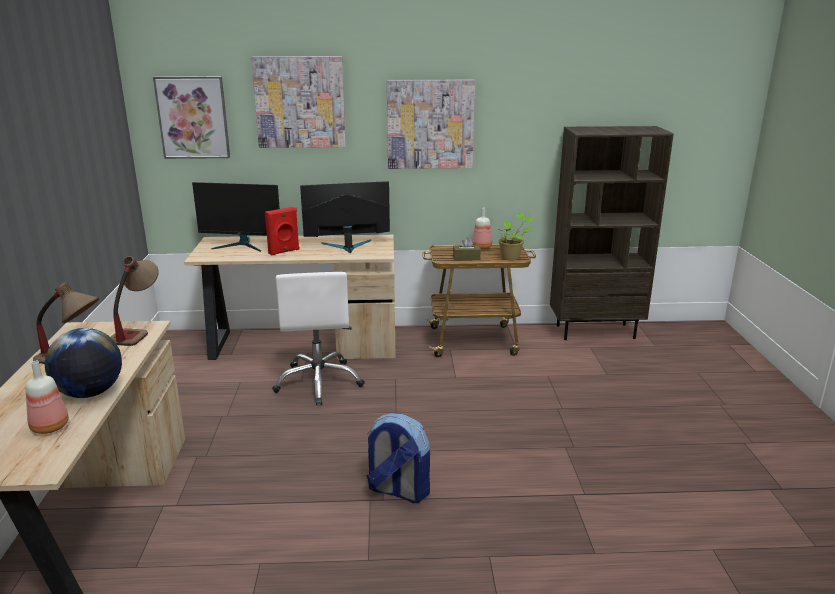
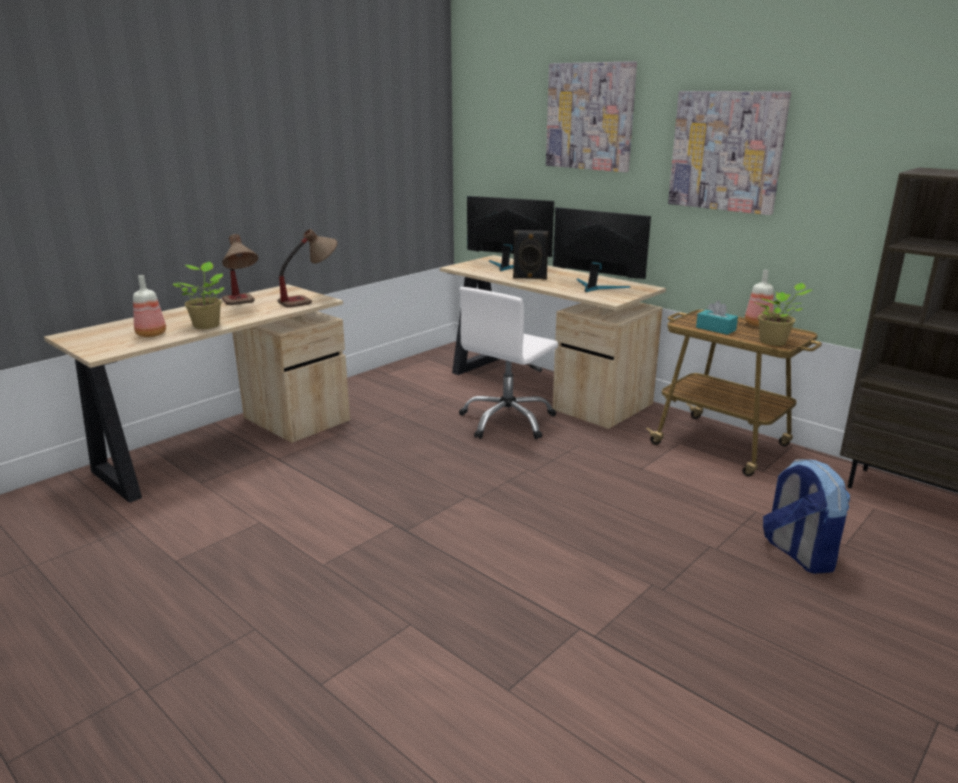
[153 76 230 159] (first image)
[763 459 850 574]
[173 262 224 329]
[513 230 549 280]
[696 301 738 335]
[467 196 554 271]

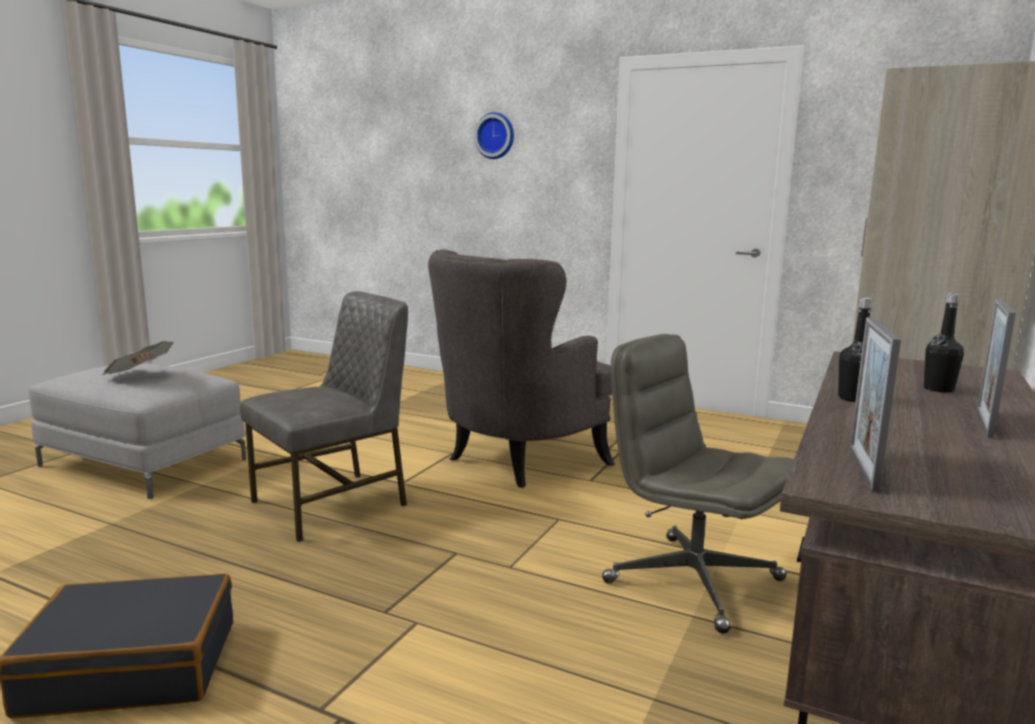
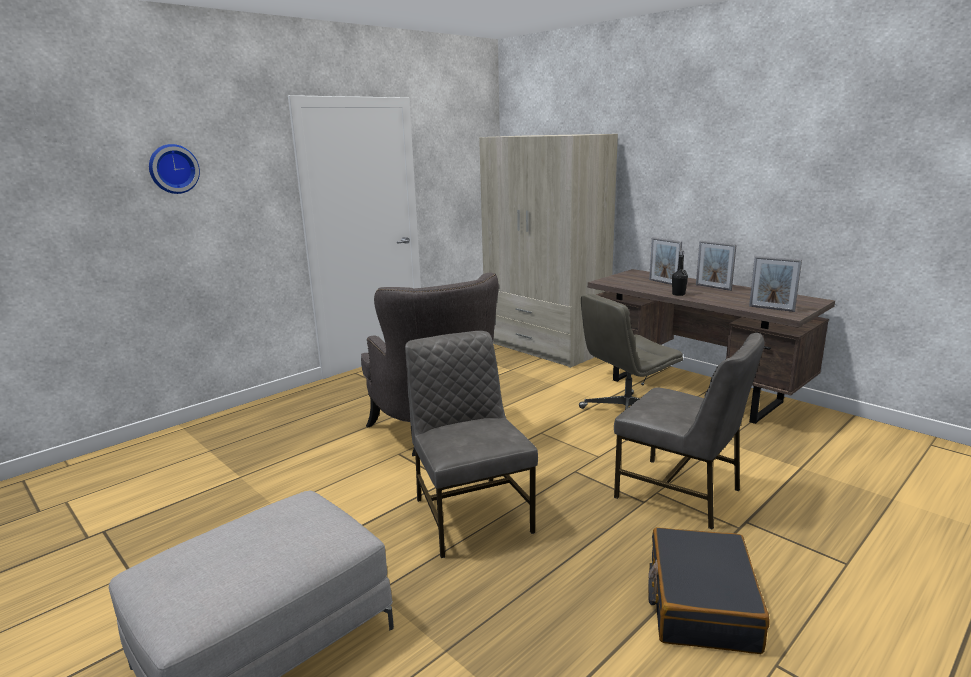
[101 341 174 375] (first image)
[614 333 765 530]
[649 237 682 285]

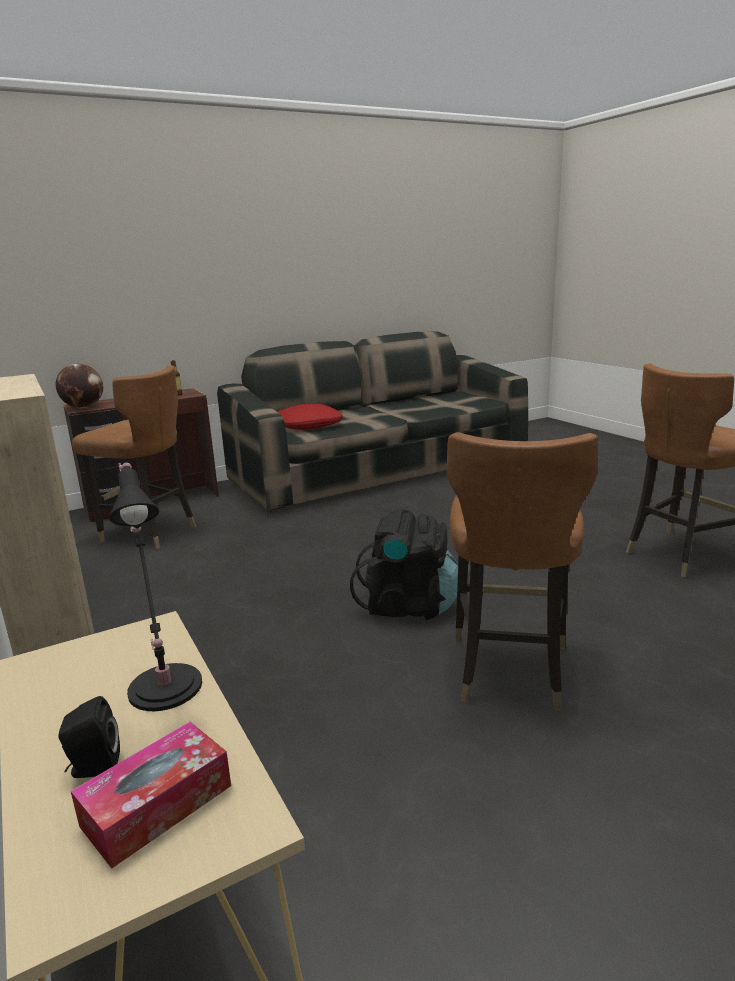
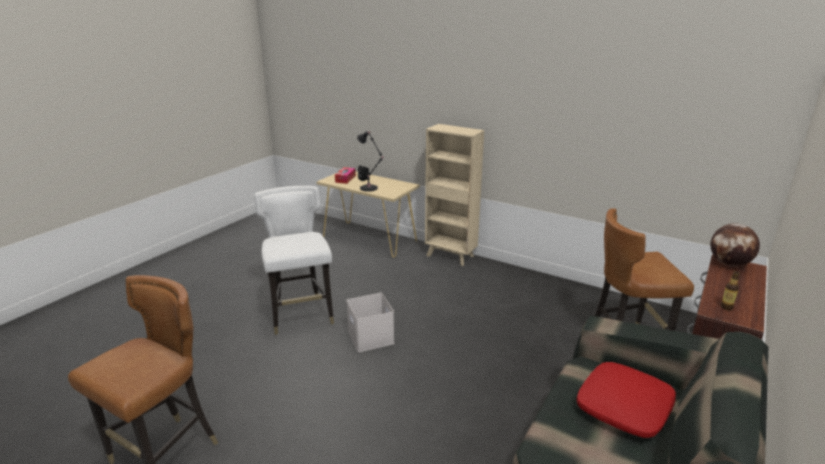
[347 293 394 352]
[254 186 334 335]

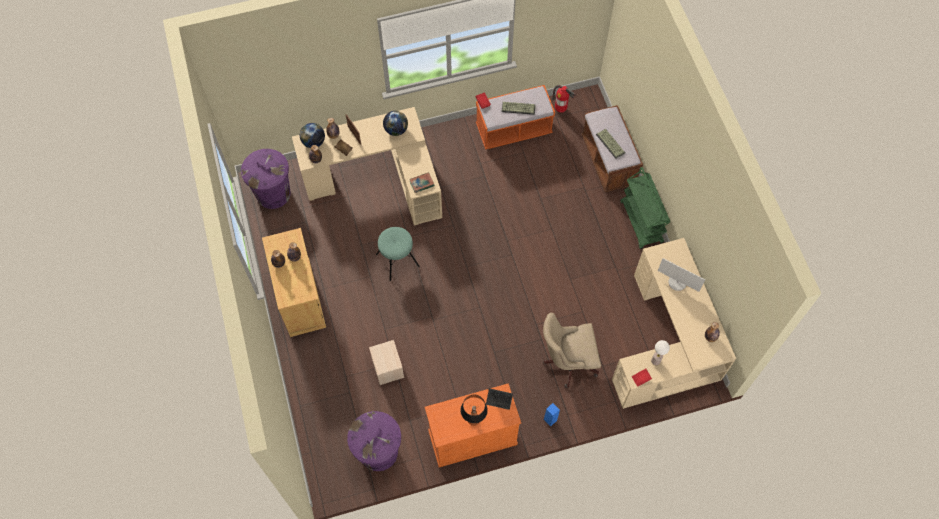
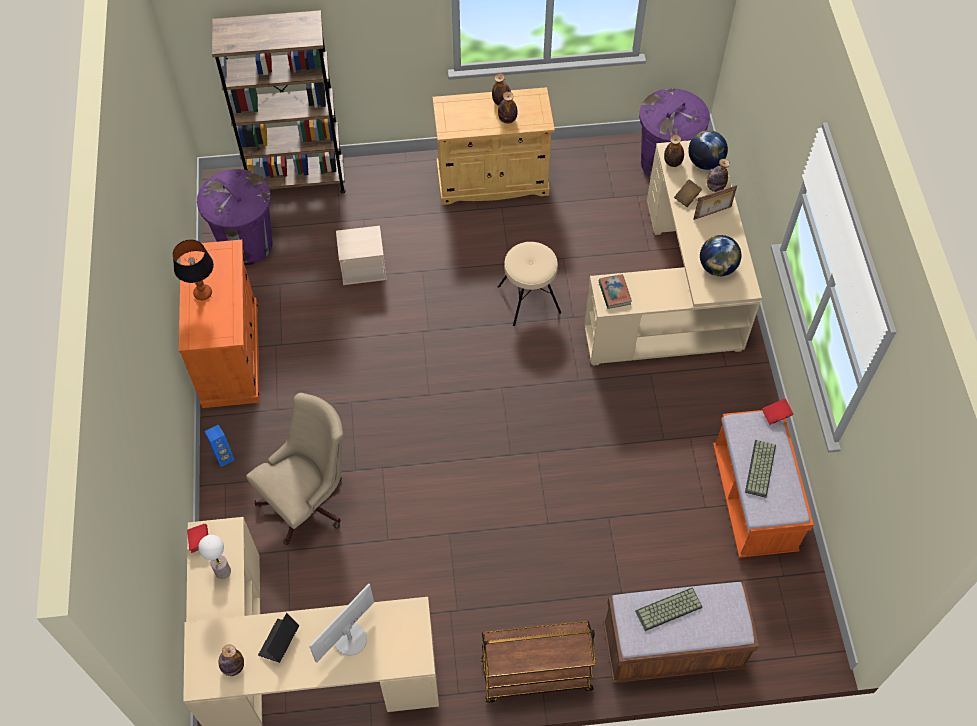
[552 85 576 113] (first image)
[212 10 346 193]
[258 613 299 663]
[498 242 561 326]
[481 621 596 703]
[246 393 344 545]

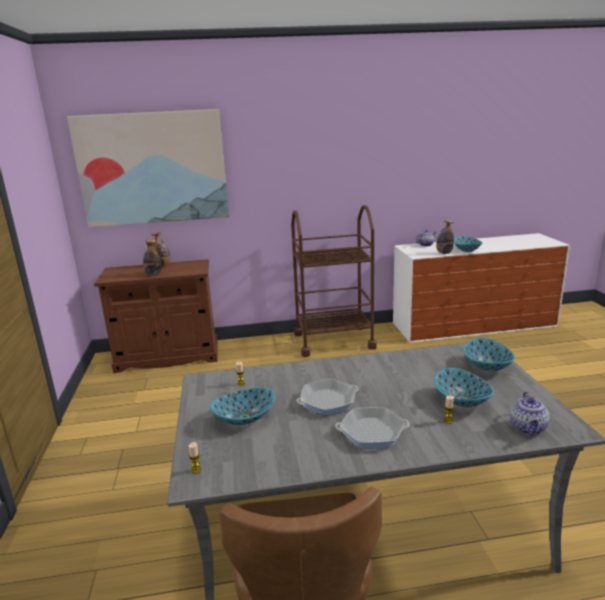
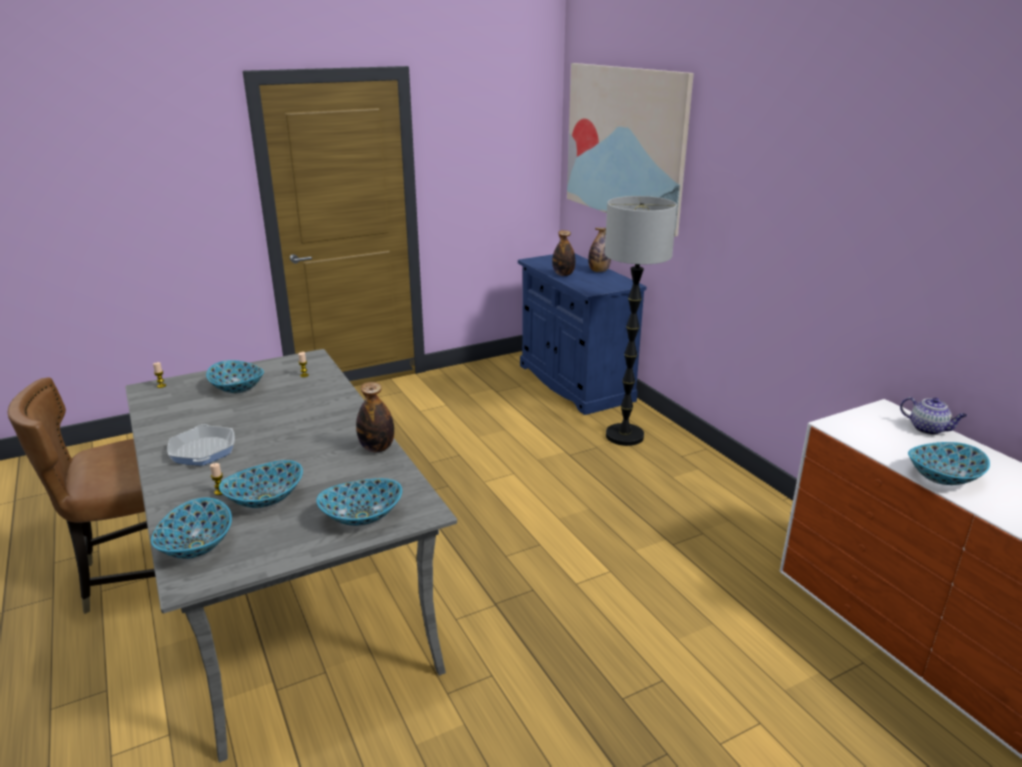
[291 205 377 357] (first image)
[296 379 359 416] (first image)
[605 196 677 446]
[356 382 394 452]
[151 498 232 559]
[518 254 647 415]

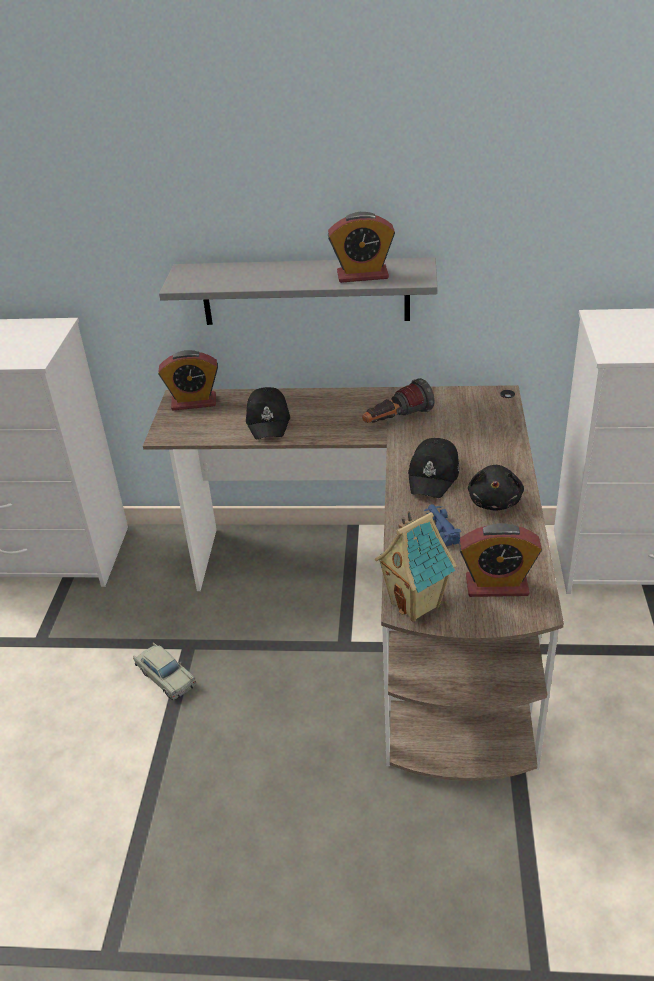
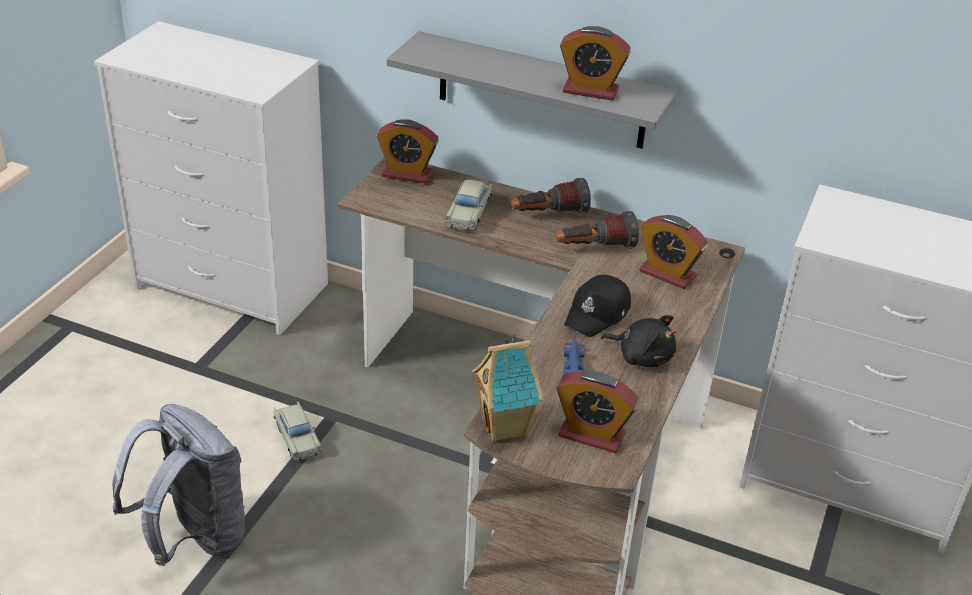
[112 404 245 566]
[511 178 591 214]
[639 215 708 289]
[445 180 492 231]
[601 315 676 367]

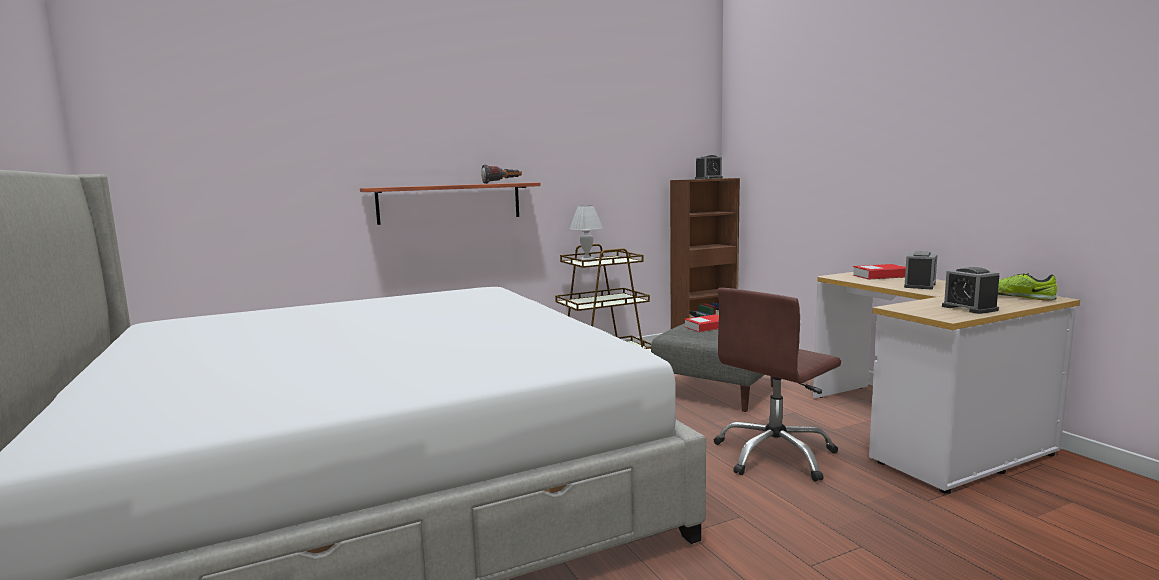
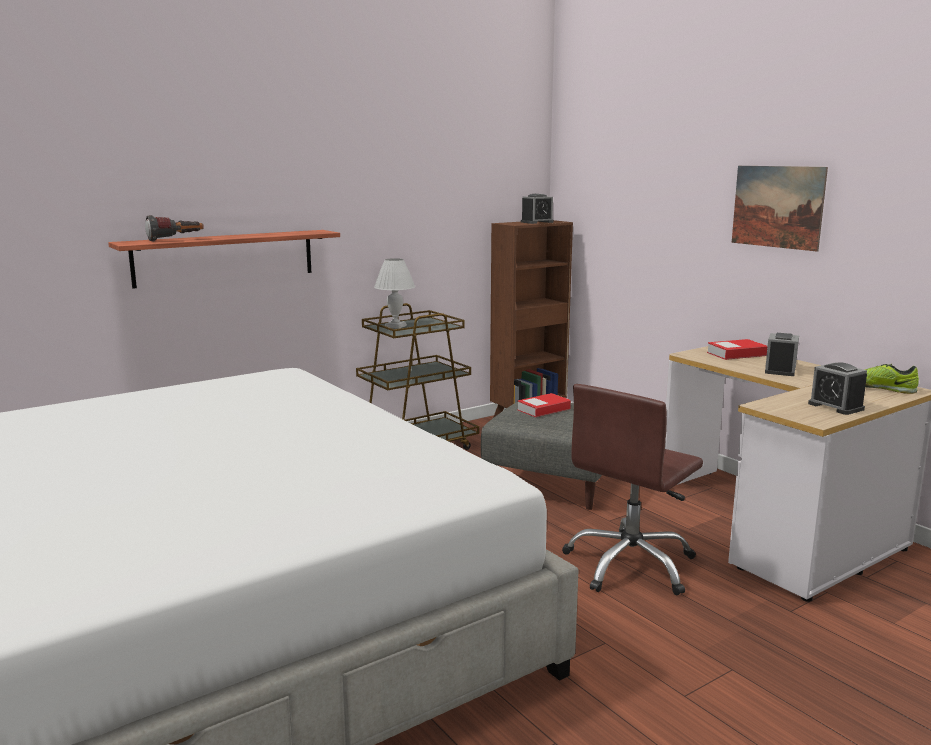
[732 166 828 251]
[145 215 204 241]

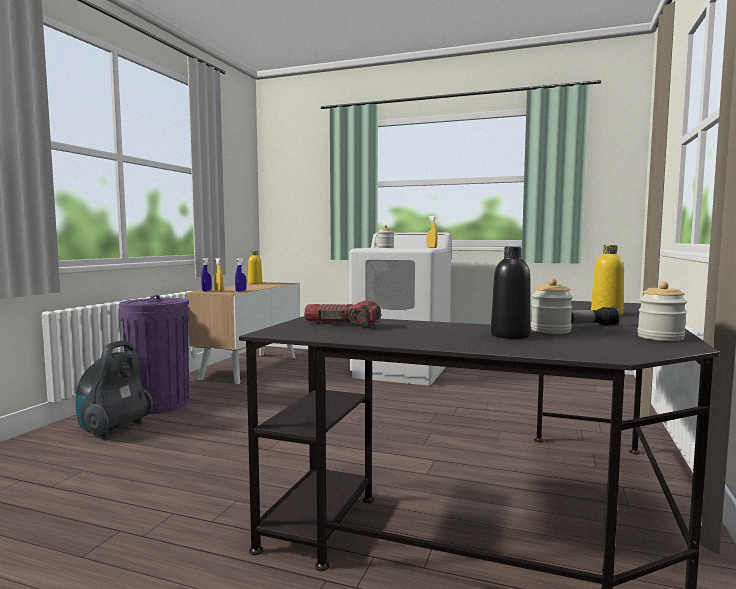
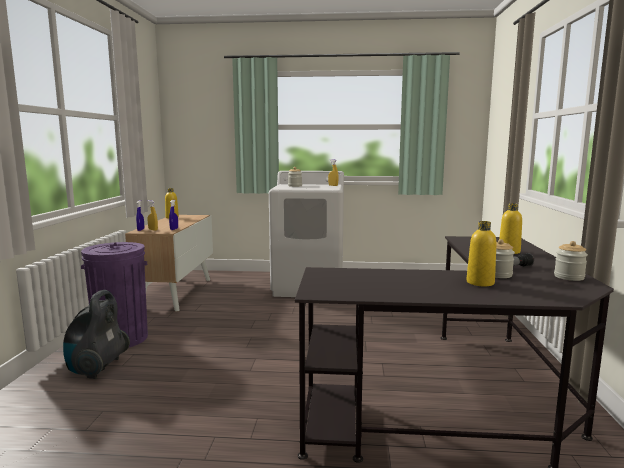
[304 301 381 327] (first image)
[466 221 497 286]

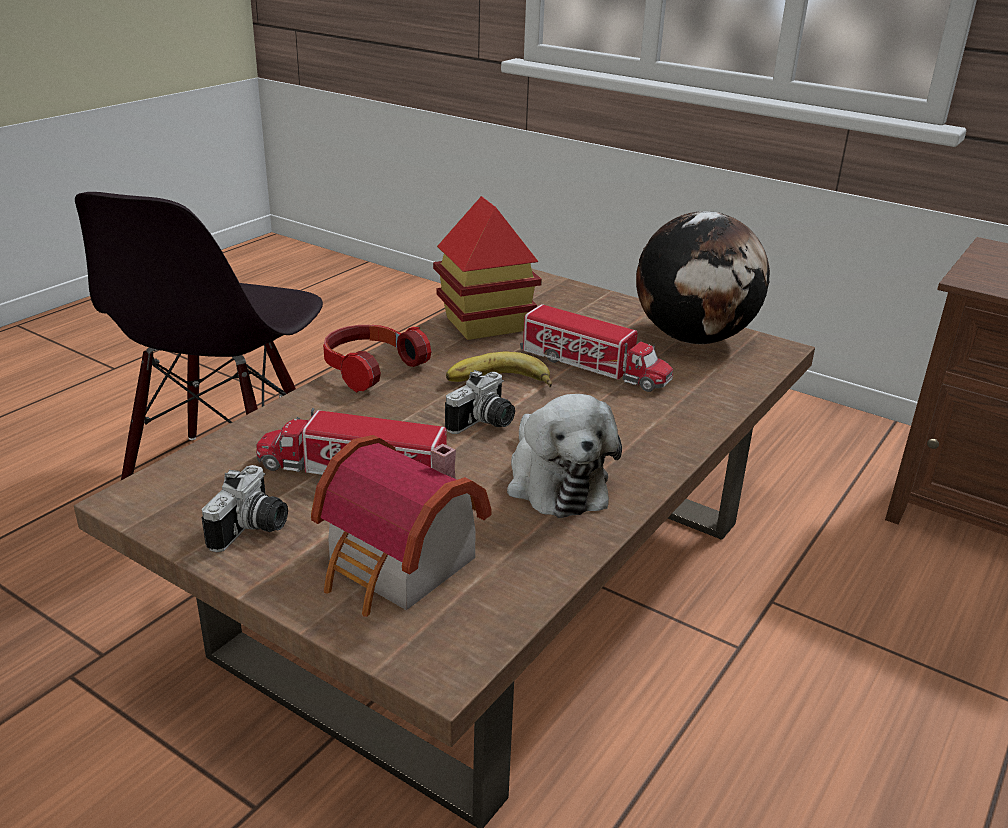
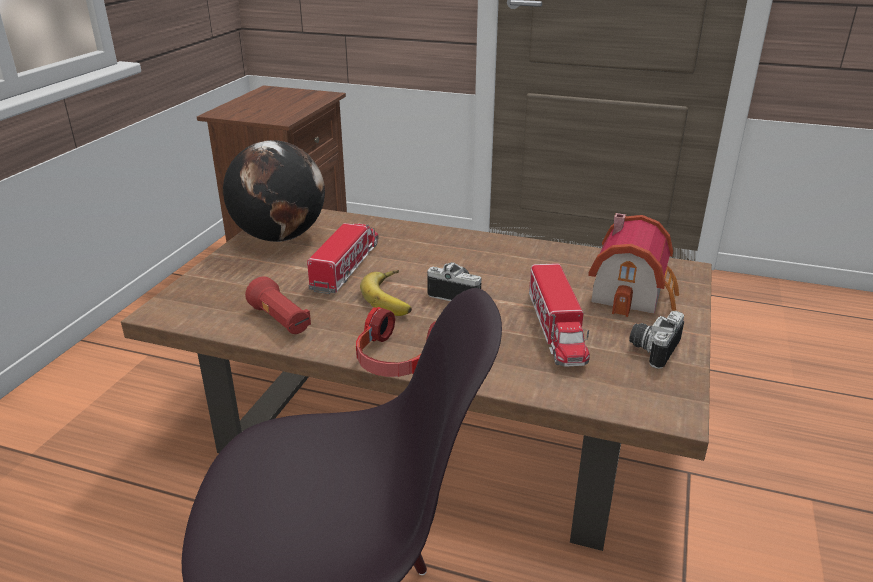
[507 394 622 518] (first image)
[245 276 311 334]
[629 311 684 369]

